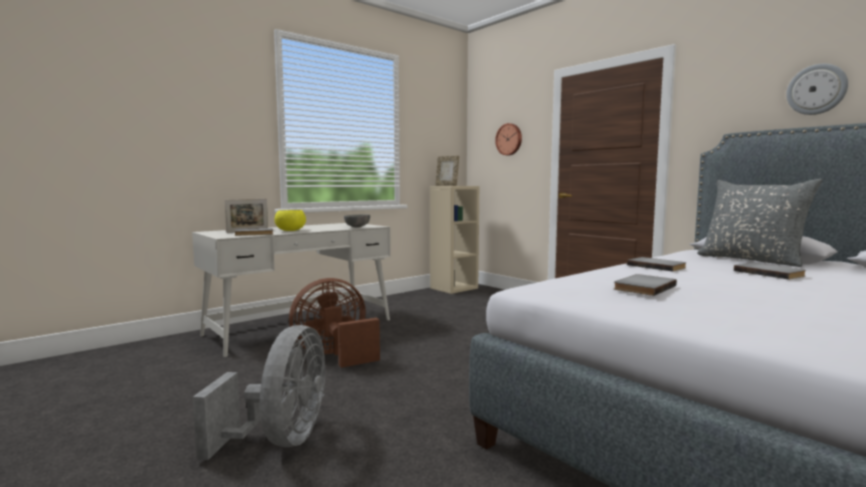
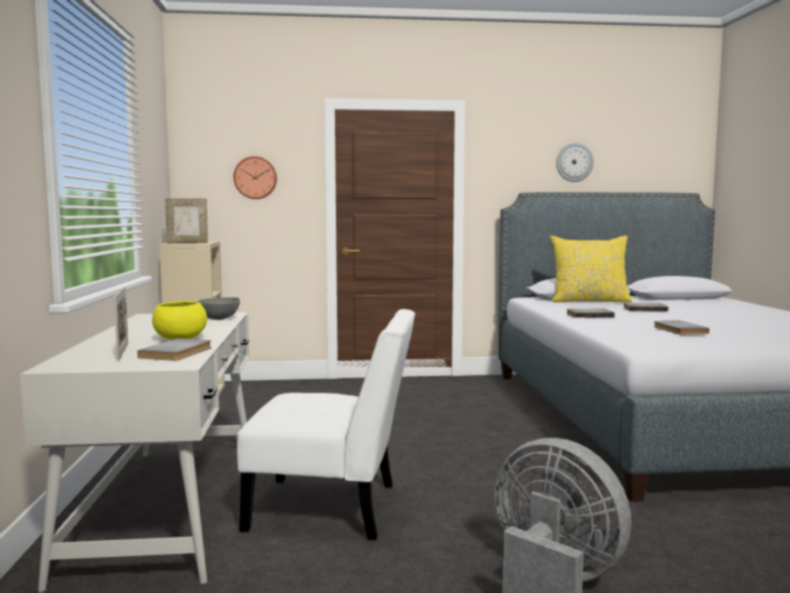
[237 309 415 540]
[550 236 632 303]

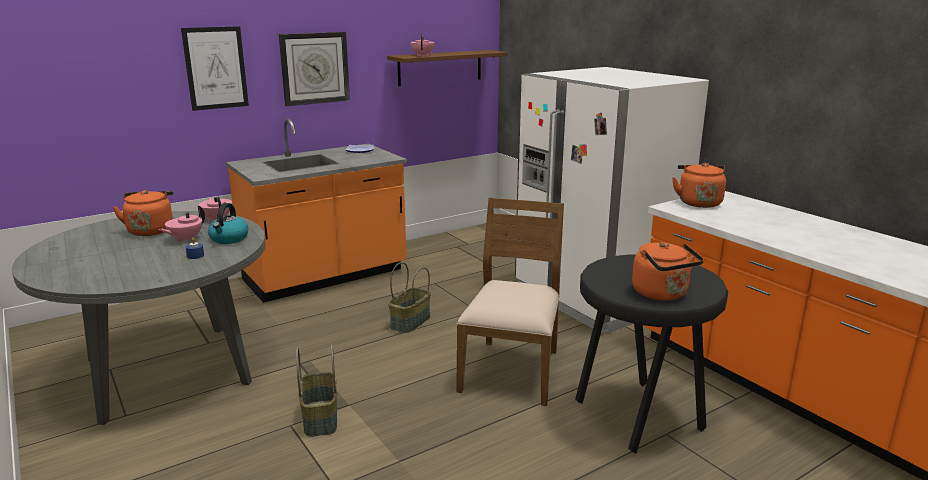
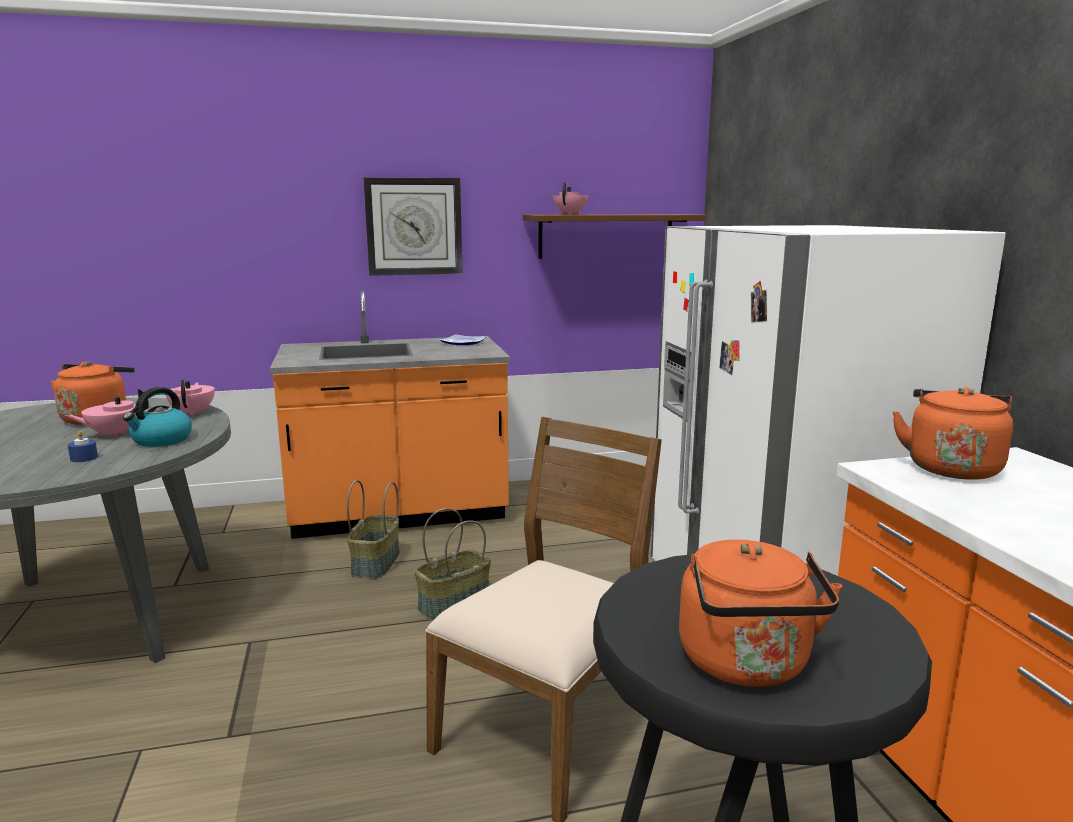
[181 26 249 111] (first image)
[347 480 400 579]

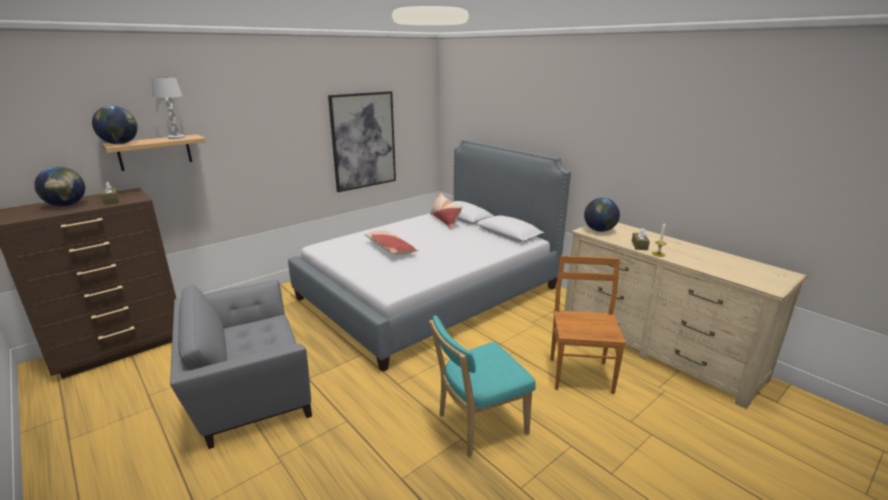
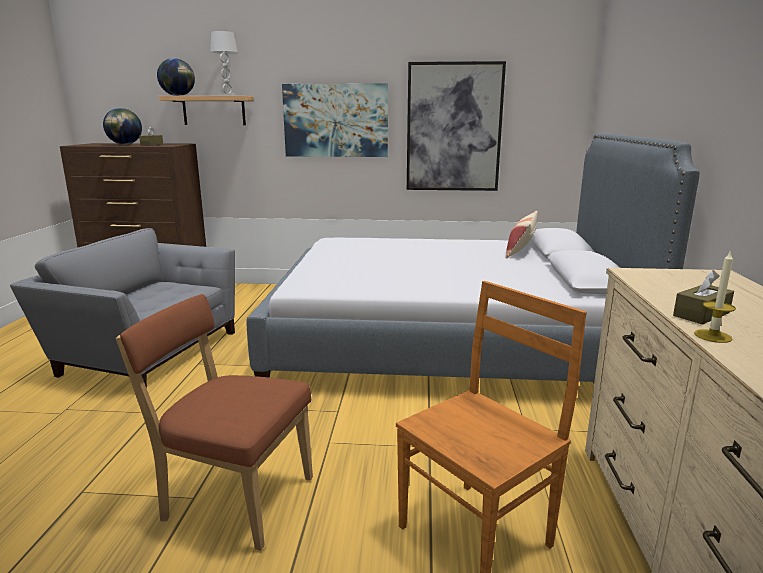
[364 231 419 255] (first image)
[584 198 620 232] (first image)
[282 83 388 157]
[116 294 313 551]

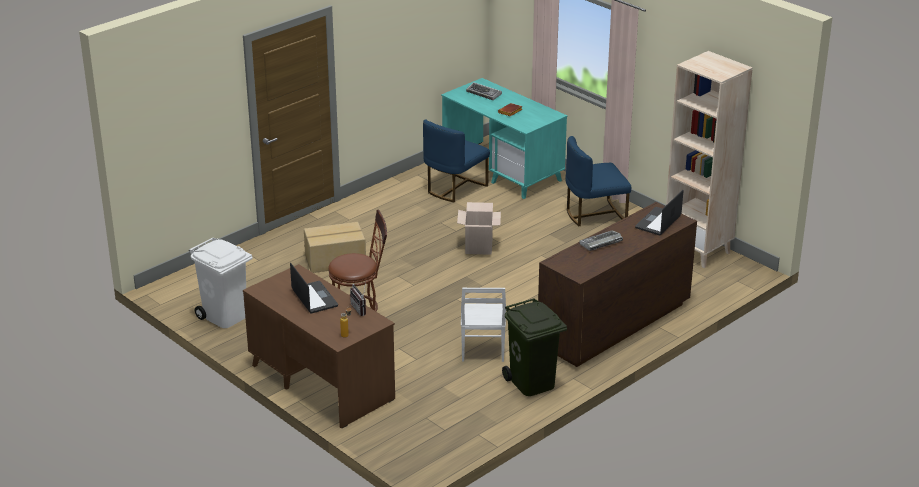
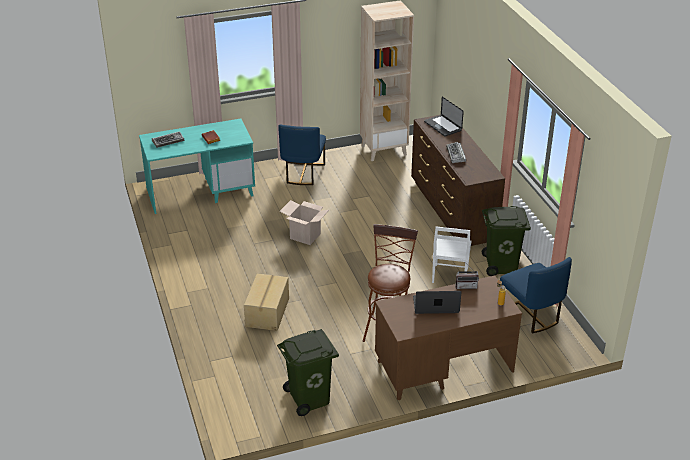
[500 257 572 333]
[277 329 339 416]
[432 226 472 283]

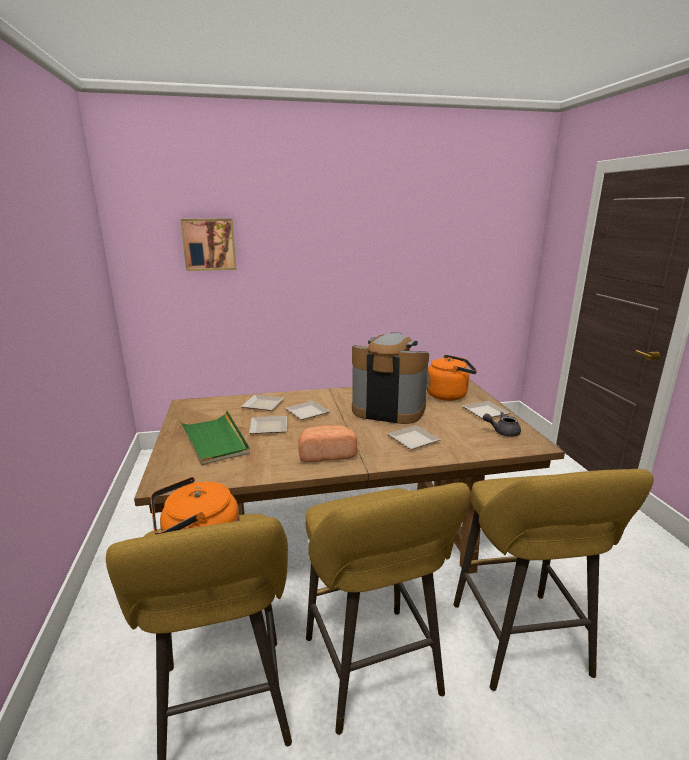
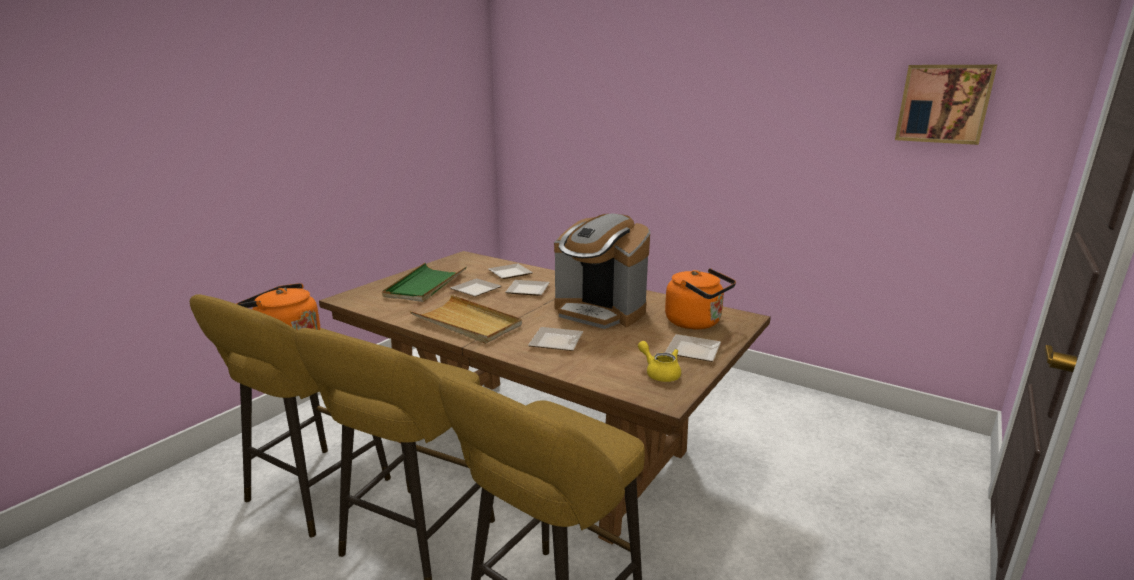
[895 65 997 145]
[410 295 522 344]
[638 341 681 382]
[554 214 650 329]

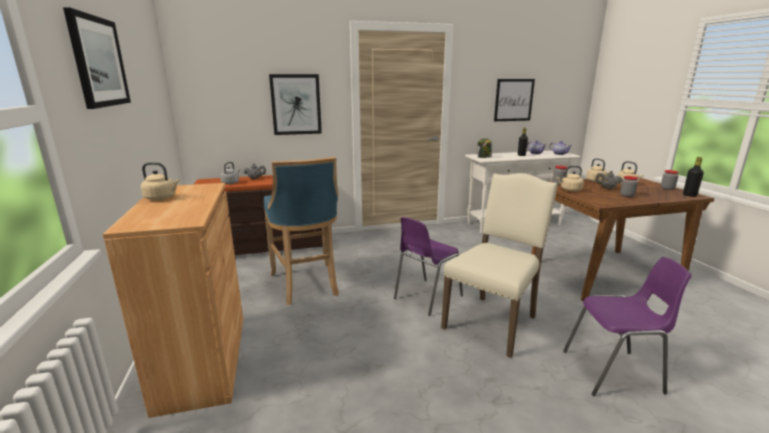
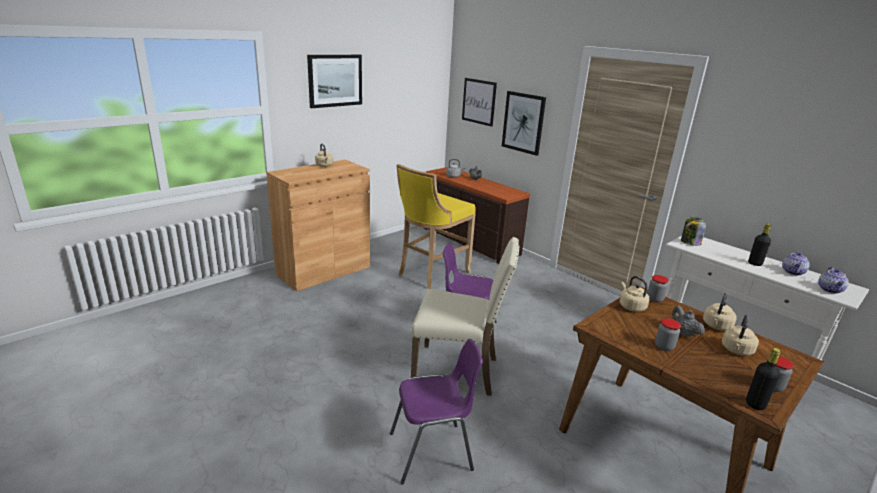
[462 78 497 127]
[396 164 476 289]
[390 339 483 485]

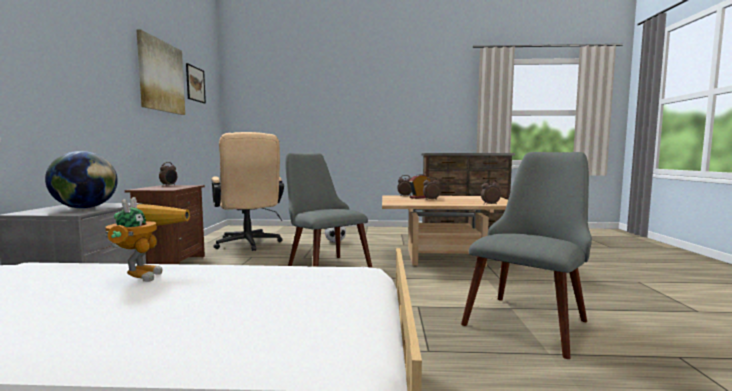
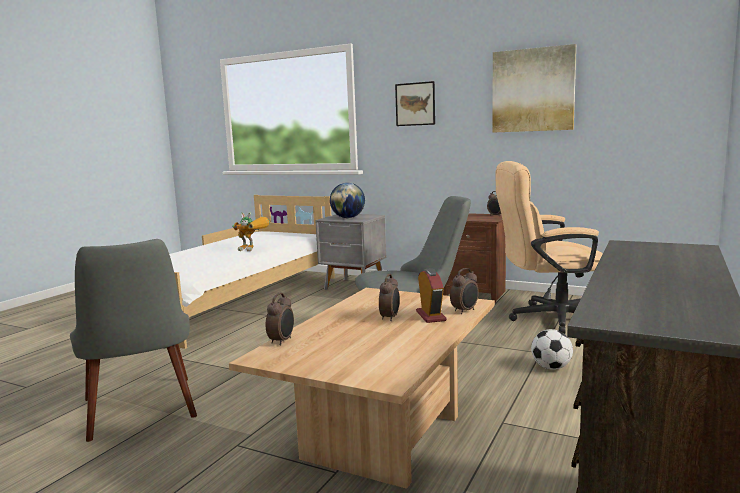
[395 81 435 126]

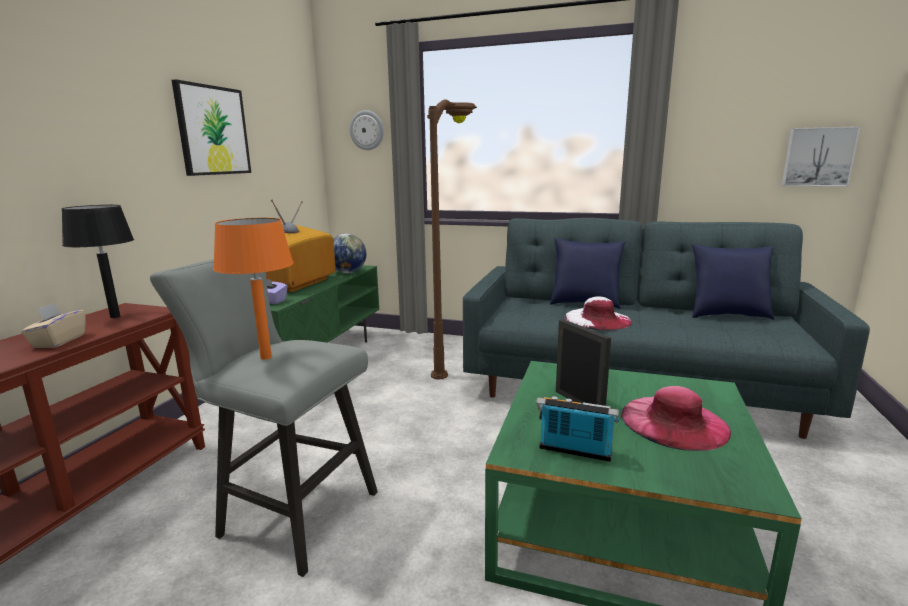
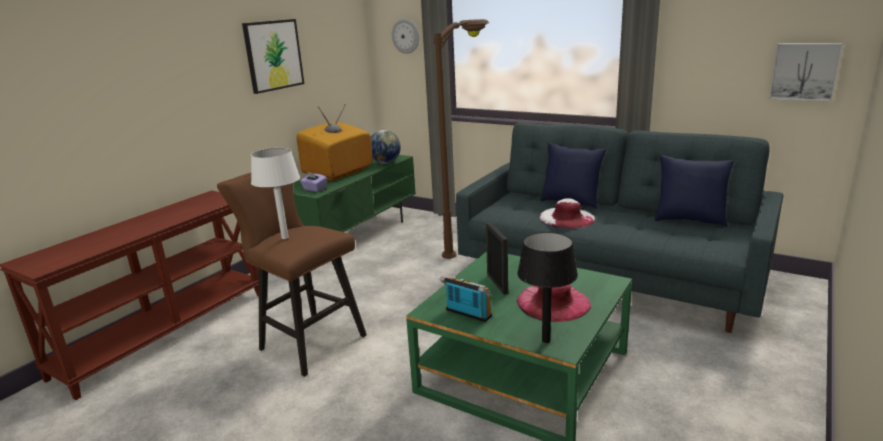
[21 303 86 348] (first image)
[517 232 578 343]
[217 173 367 377]
[251 148 300 239]

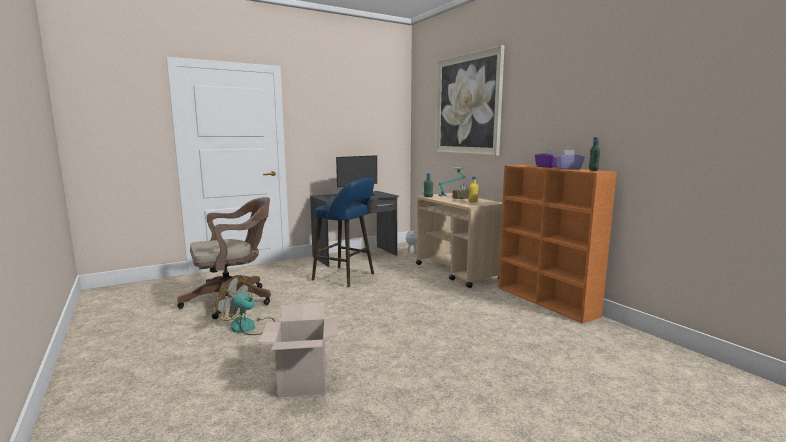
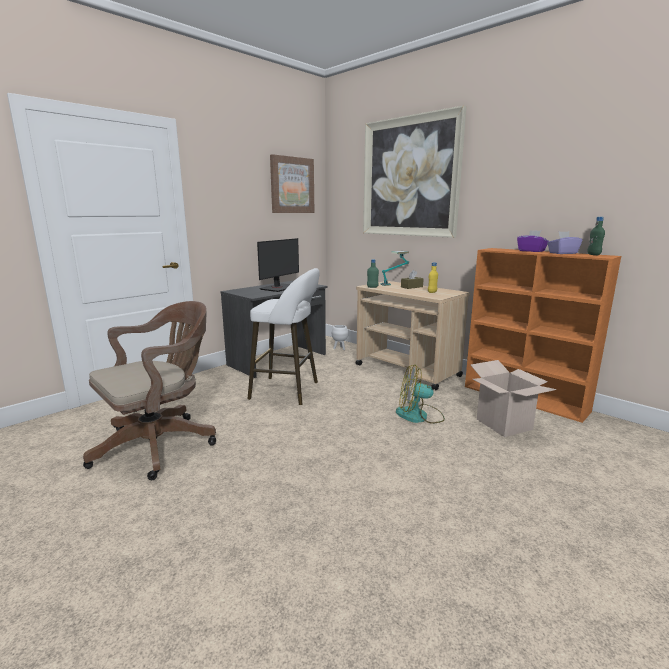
[270 154 314 213]
[396 365 445 424]
[470 360 557 437]
[247 268 320 405]

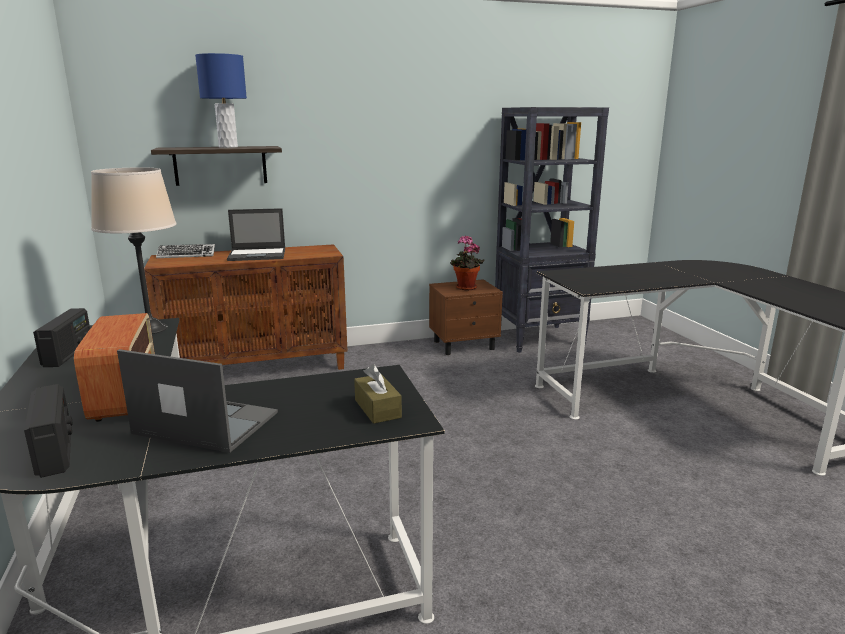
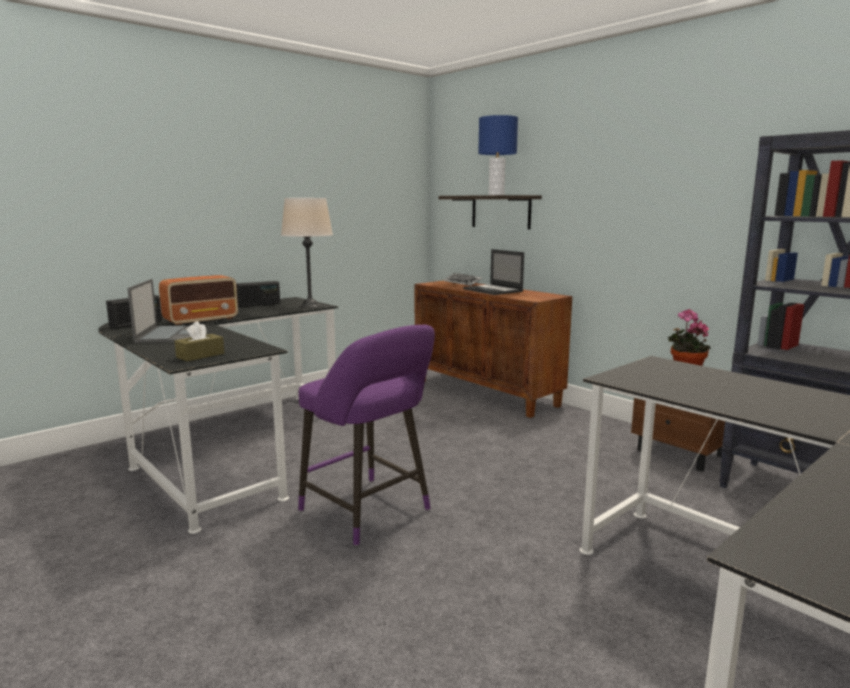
[298 325 435 546]

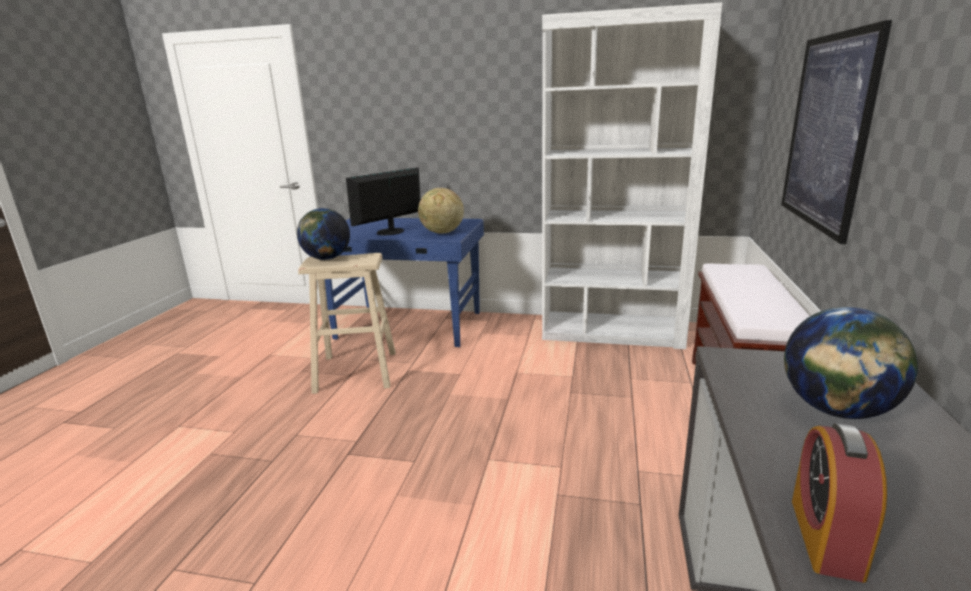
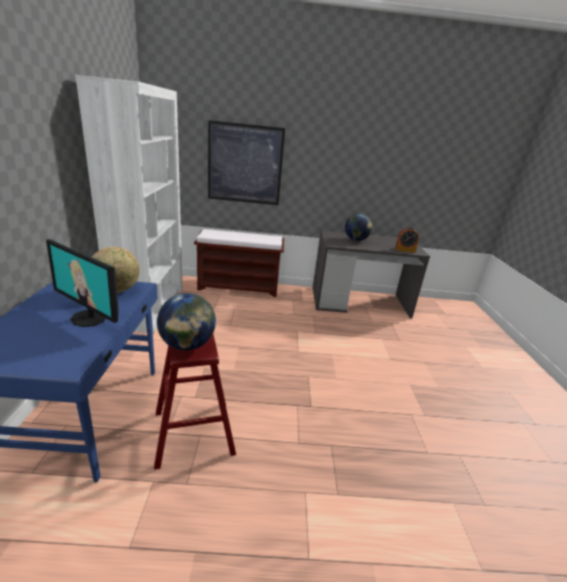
[154 334 236 470]

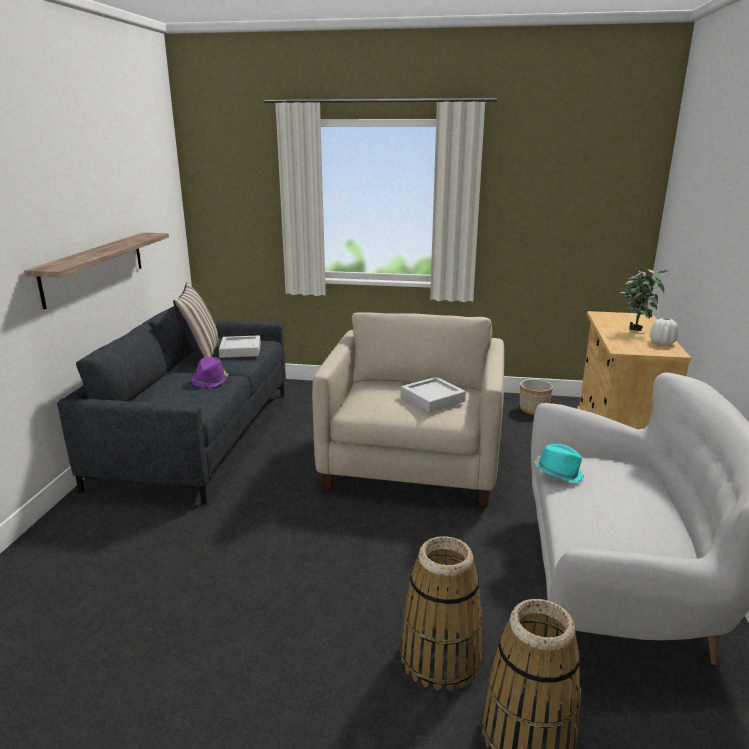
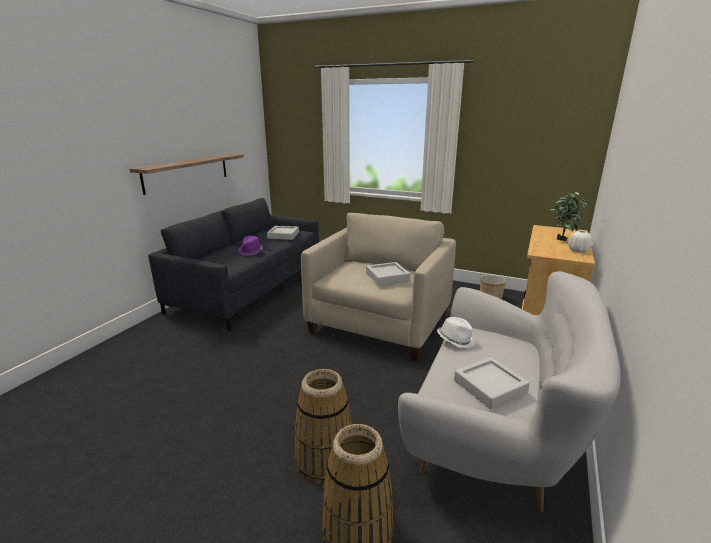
[173 282 219 359] (first image)
[454 357 530 409]
[437 317 475 348]

